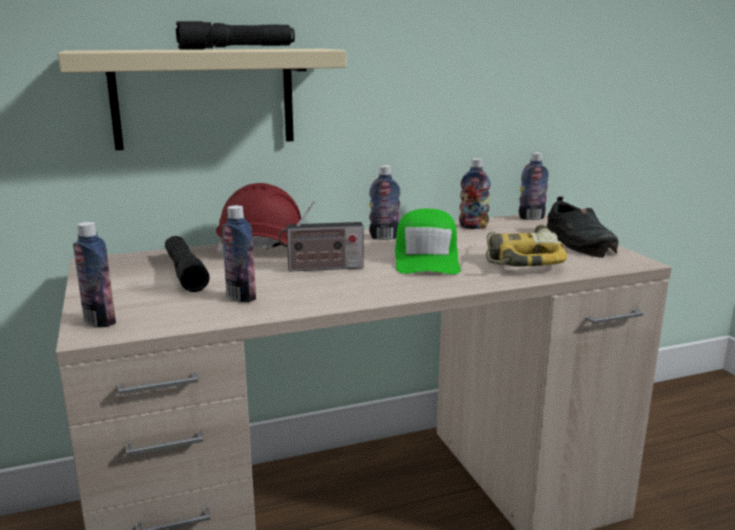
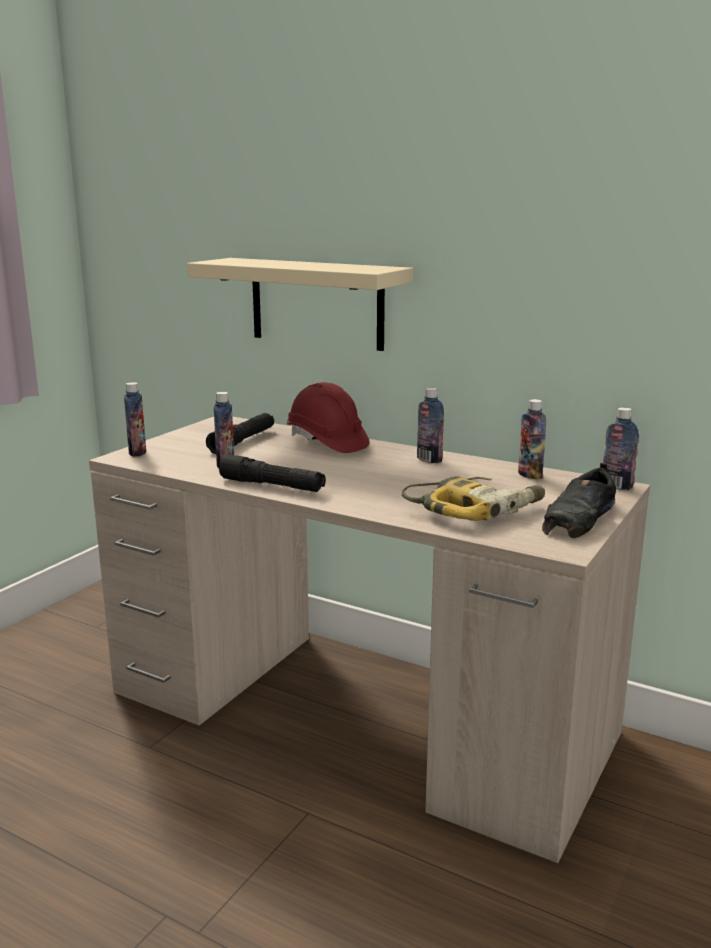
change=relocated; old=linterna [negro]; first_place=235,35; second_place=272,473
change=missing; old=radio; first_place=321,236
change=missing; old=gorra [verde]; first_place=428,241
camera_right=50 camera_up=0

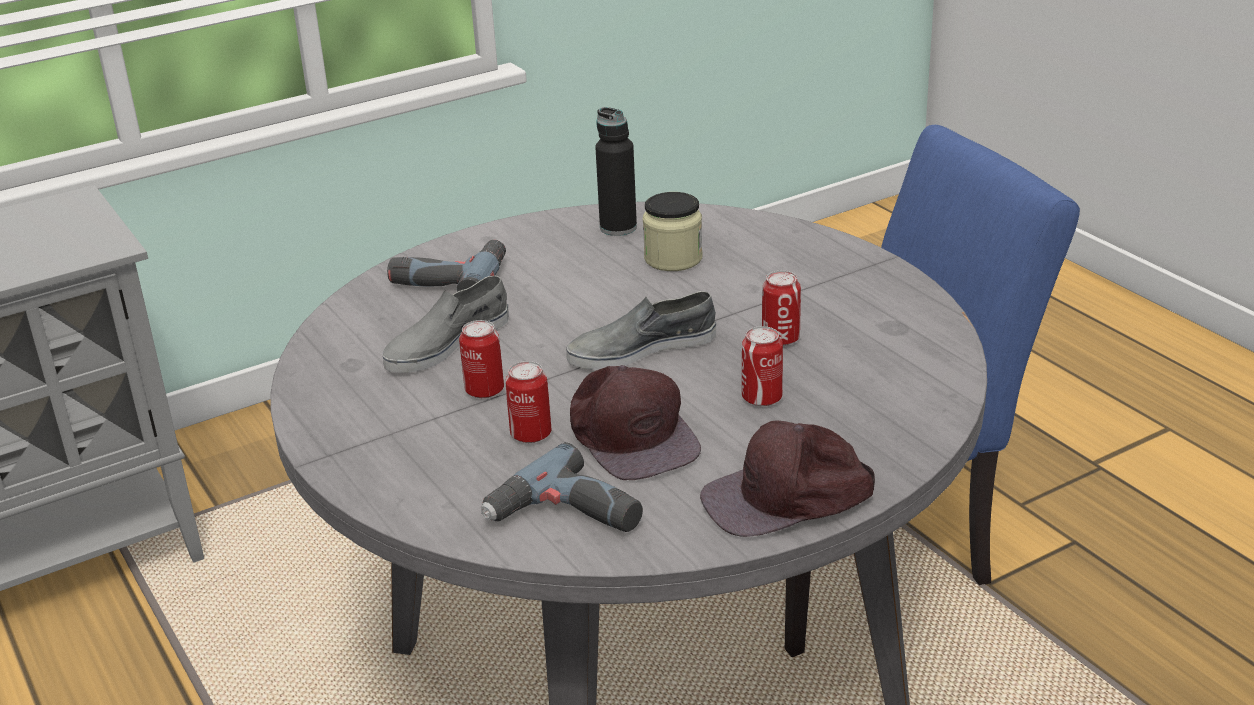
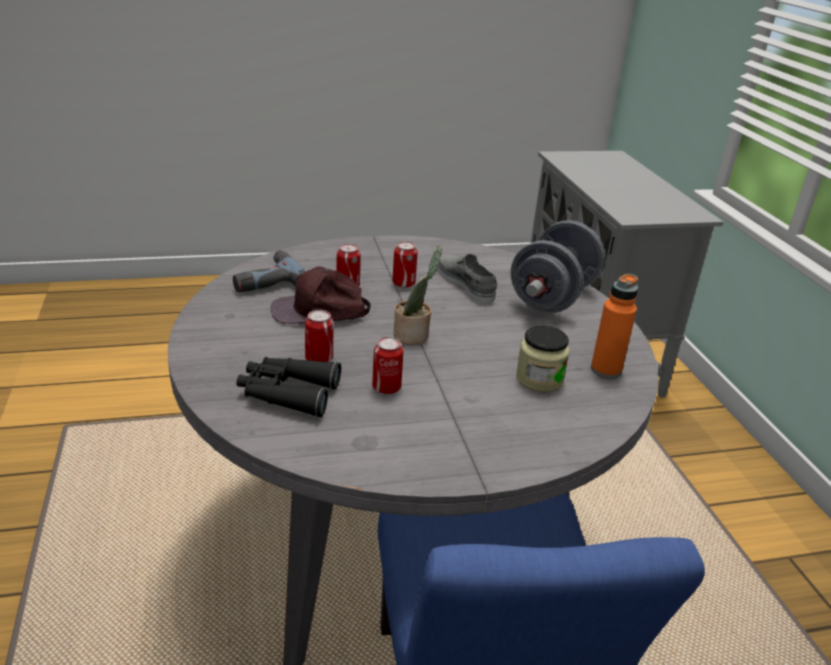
change=colour; old=botella [negro]; new=botella [naranja]; first_place=616,171; second_place=614,326
change=exchanged; old=taladro; new=mancuerna [gris]; first_place=446,266; second_place=557,266
change=exchanged; old=zapato [gris]; new=planta en maceta; first_place=641,330; second_place=418,295
change=missing; old=gorra [marrón]; first_place=787,478
change=appeared; new=prismáticos [negro]; second_place=289,387
camera_right=105 camera_up=0

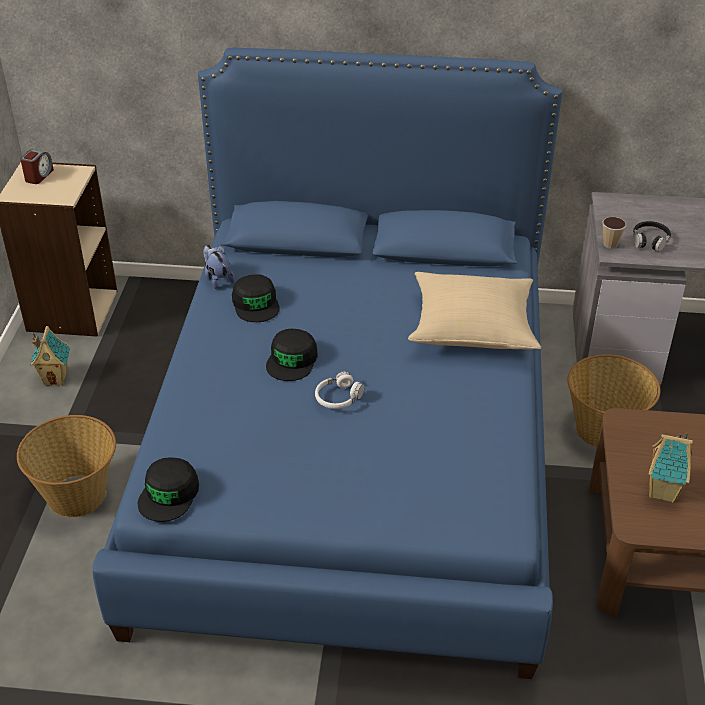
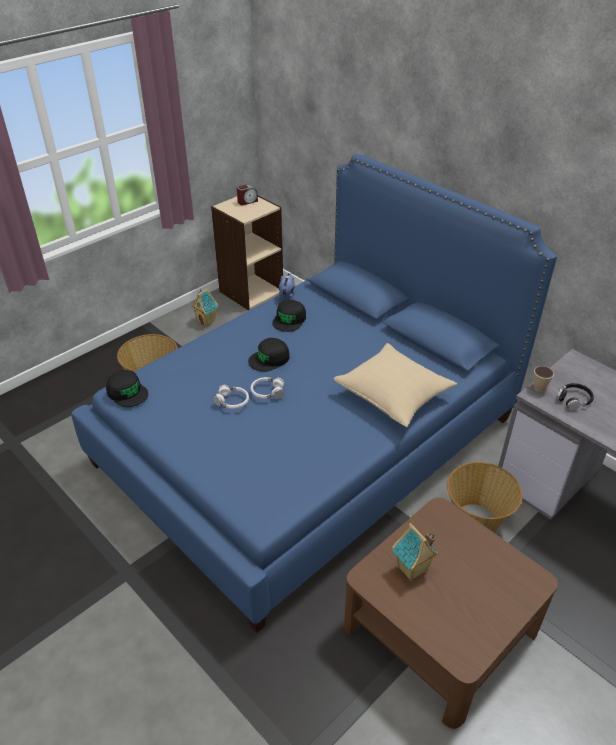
change=spun; old=gorra [negro]; first_place=168,489; second_place=127,388; degrees=-105
change=appeared; new=auriculares [blanco]; second_place=231,396
camera_right=40 camera_up=0

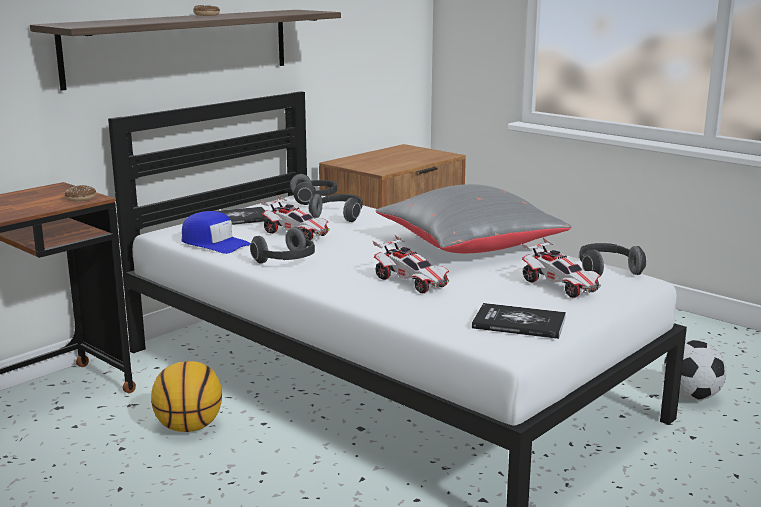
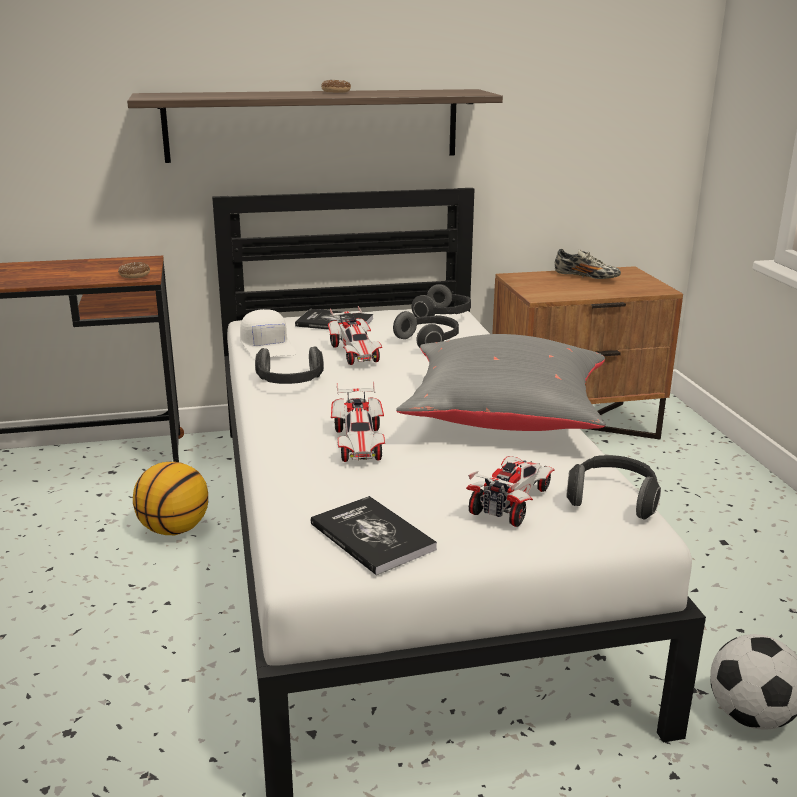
change=colour; old=gorra [azul]; new=gorra [blanco]; first_place=216,232; second_place=268,334
change=spun; old=coche de juguete; first_place=561,268; second_place=510,491; degrees=-150
change=appeared; new=zapato; second_place=588,264
camera_right=35 camera_up=5

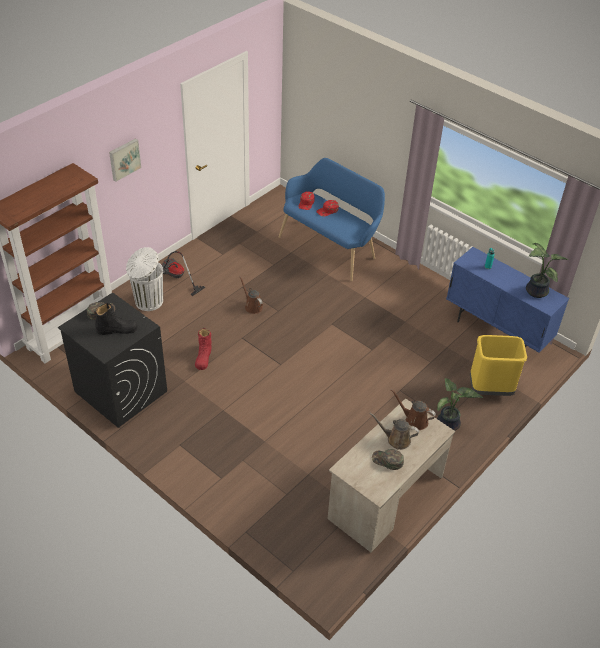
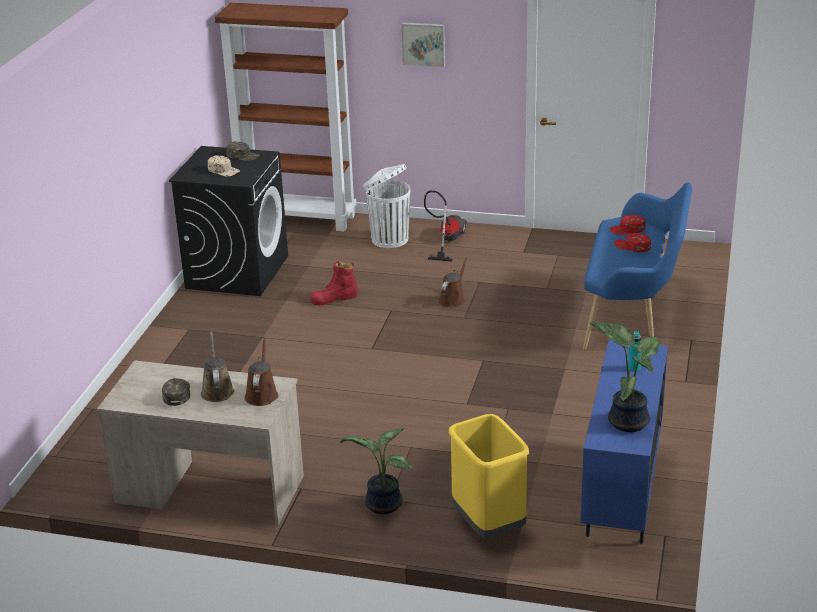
change=exchanged; old=bota [negro]; new=gorra [beis]; first_place=116,319; second_place=224,166
camera_right=65 camera_up=-15

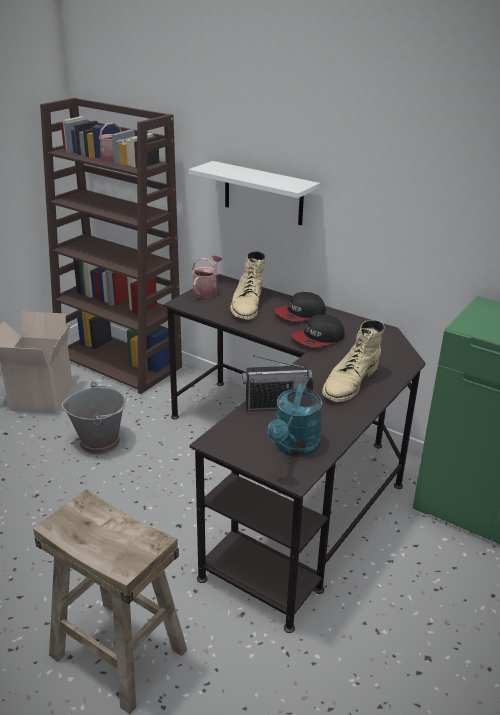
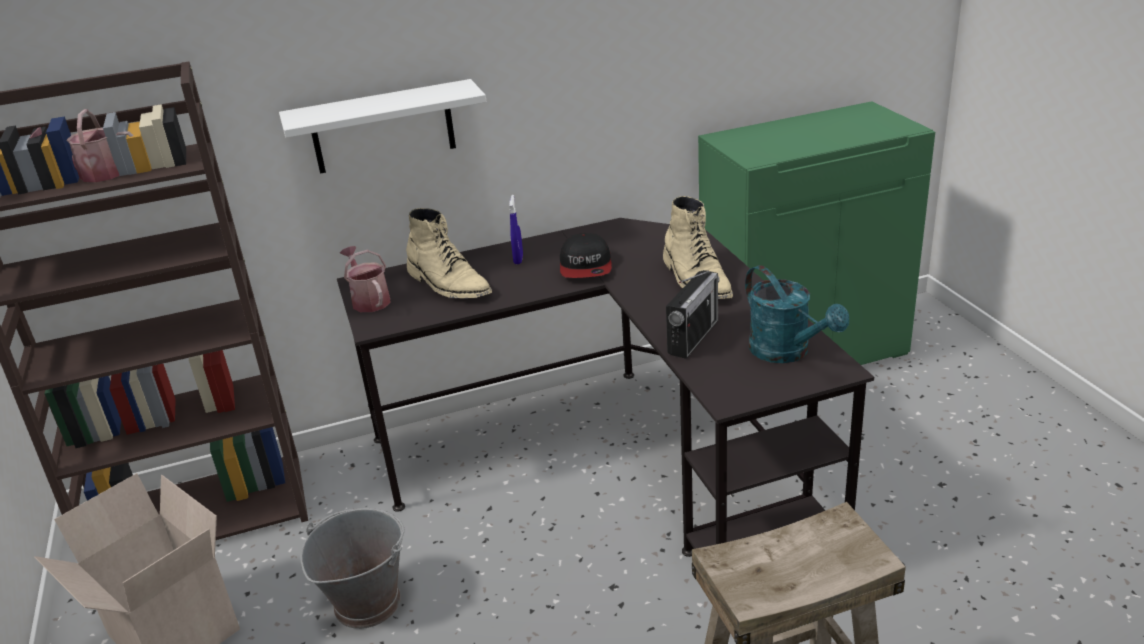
change=exchanged; old=gorra; new=pulverizador [azul]; first_place=300,306; second_place=516,229
camera_right=-50 camera_up=0

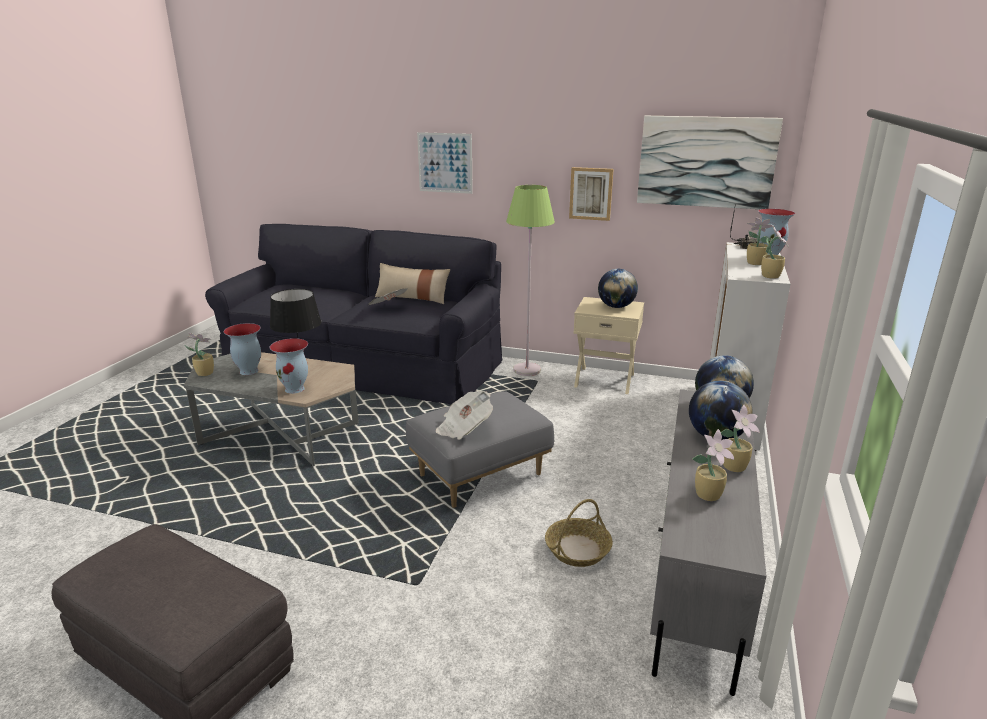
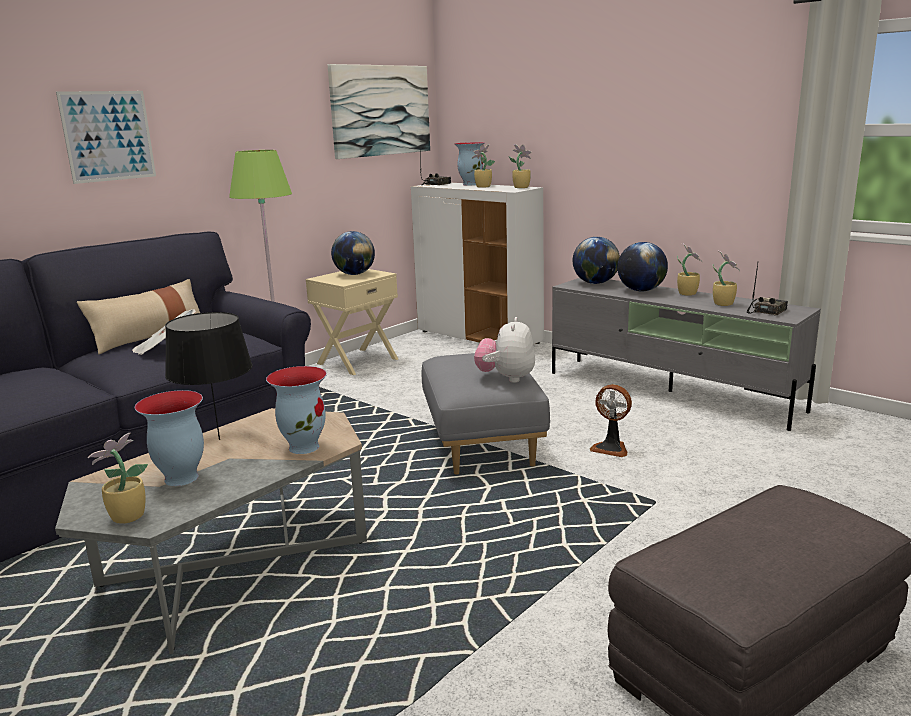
change=missing; old=cuadro; first_place=591,194
change=exchanged; old=periódico; new=peluche; first_place=464,415; second_place=504,350
change=missing; old=cesta; first_place=579,533
change=appeared; new=radio; second_place=767,289
change=appeared; new=ventilador; second_place=611,420
camera_right=-65 camera_up=-5

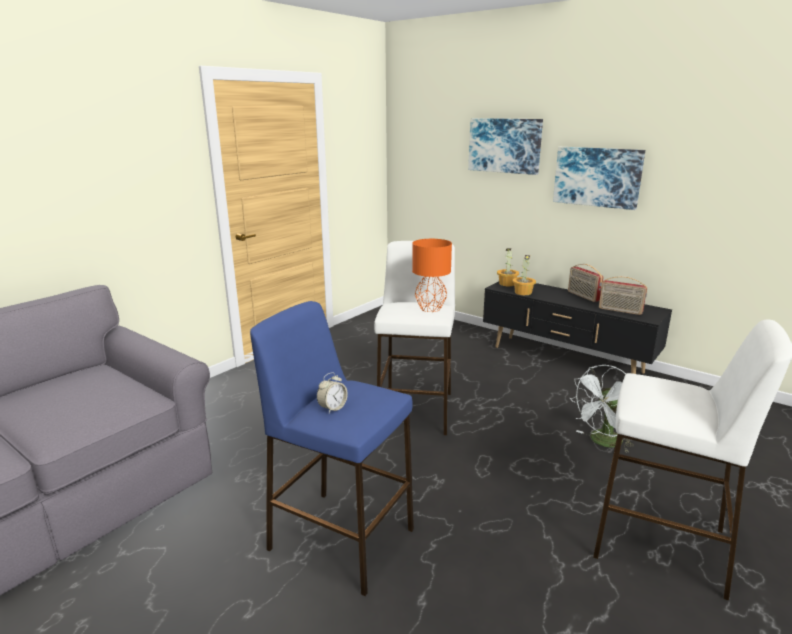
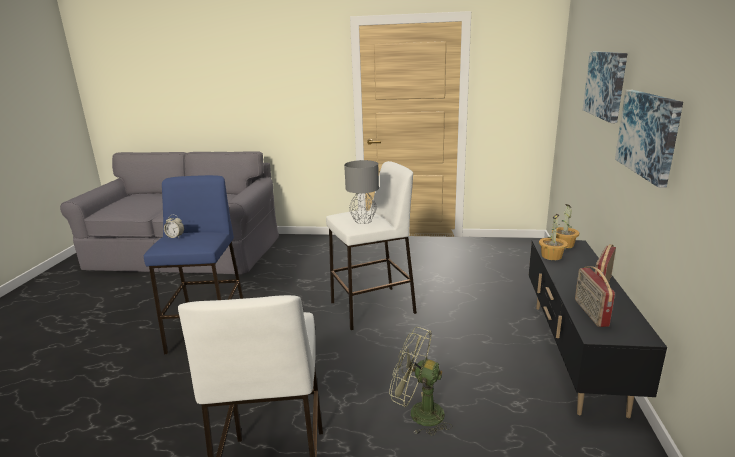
change=colour; old=lámpara de mesa [naranja]; new=lámpara de mesa [gris]; first_place=432,275; second_place=361,192
change=colour; old=ventilador [blanco]; new=ventilador [verde]; first_place=602,409; second_place=420,381
camera_right=60 camera_up=0

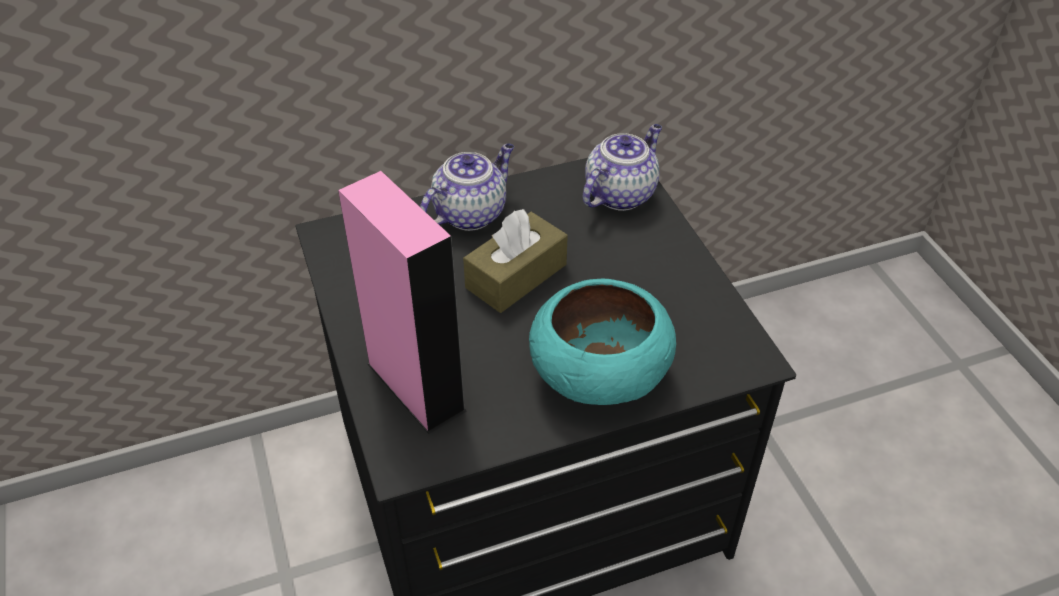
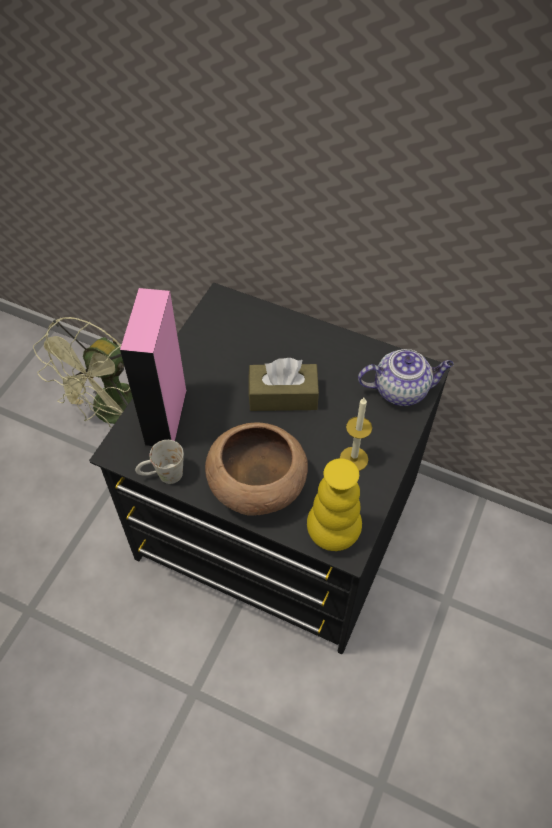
change=missing; old=tetera; first_place=467,187
change=colour; old=cuenco [turquesa]; new=cuenco [marrón]; first_place=602,341; second_place=256,469
change=appeared; new=ventilador [verde]; second_place=83,372
change=appeared; new=vela; second_place=356,434
change=appeared; new=taza grande [blanco]; second_place=159,462
change=appeared; new=florero [amarillo]; second_place=334,504
camera_right=45 camera_up=10

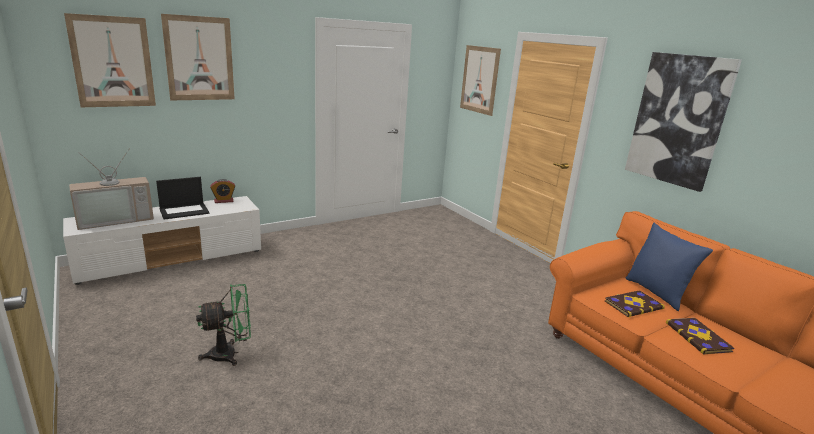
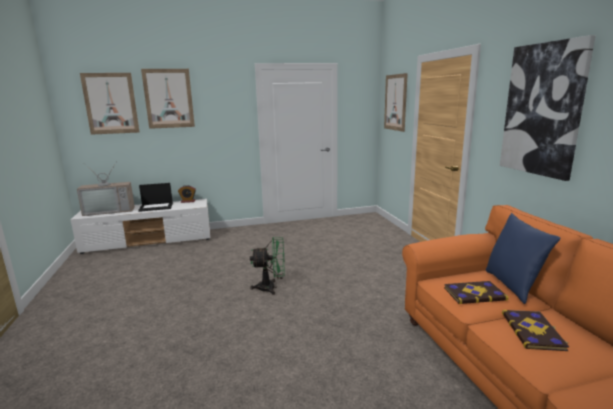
change=relocated; old=ventilador [verde]; first_place=223,325; second_place=267,266
camera_right=20 camera_up=-5

